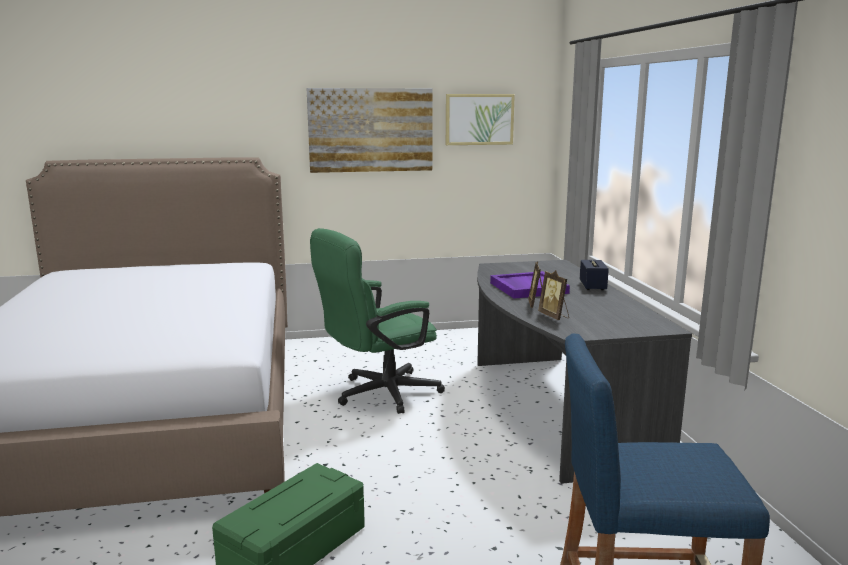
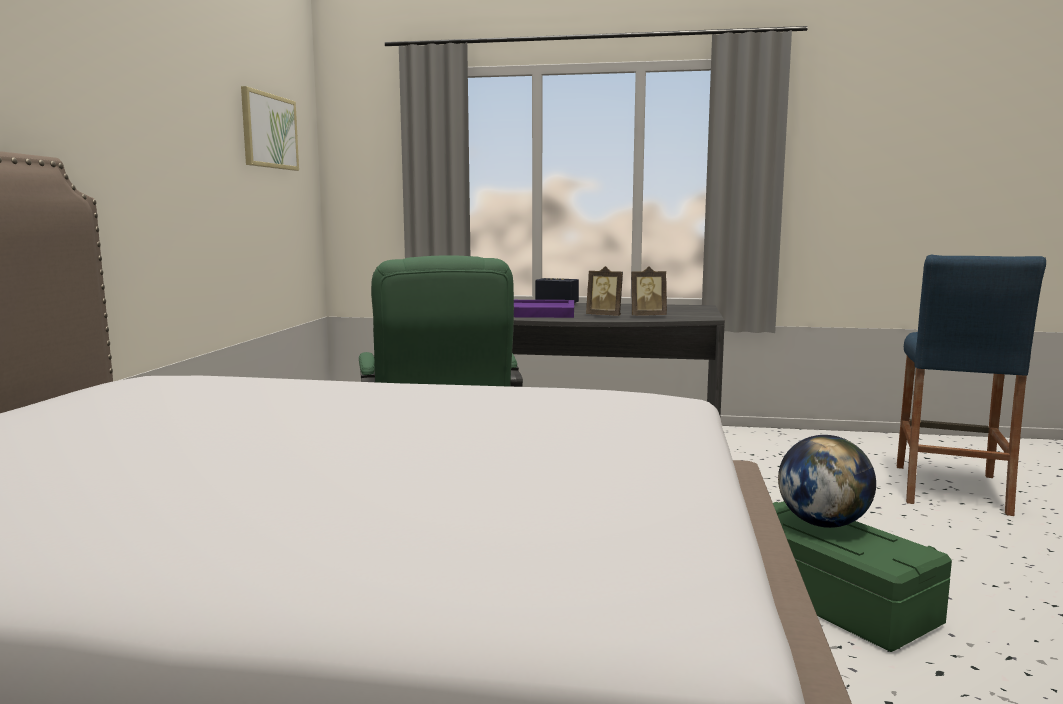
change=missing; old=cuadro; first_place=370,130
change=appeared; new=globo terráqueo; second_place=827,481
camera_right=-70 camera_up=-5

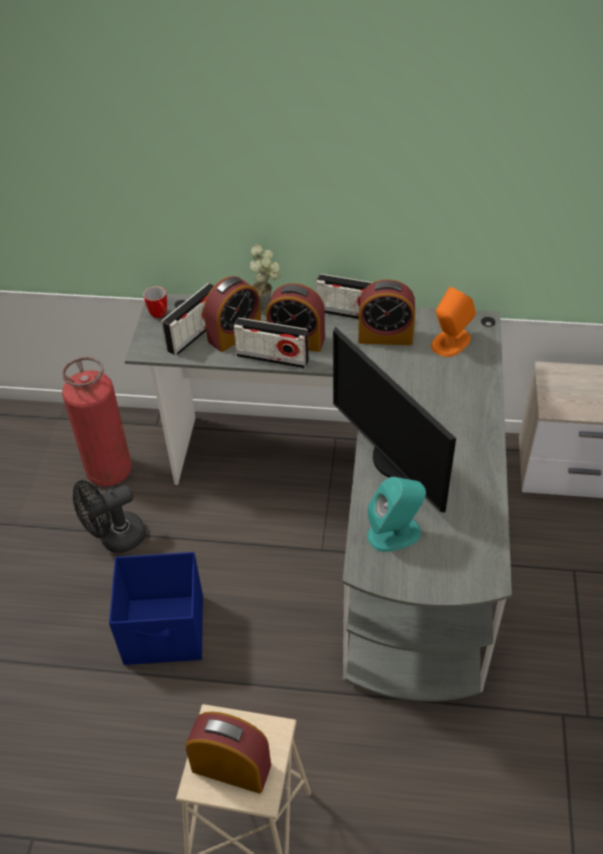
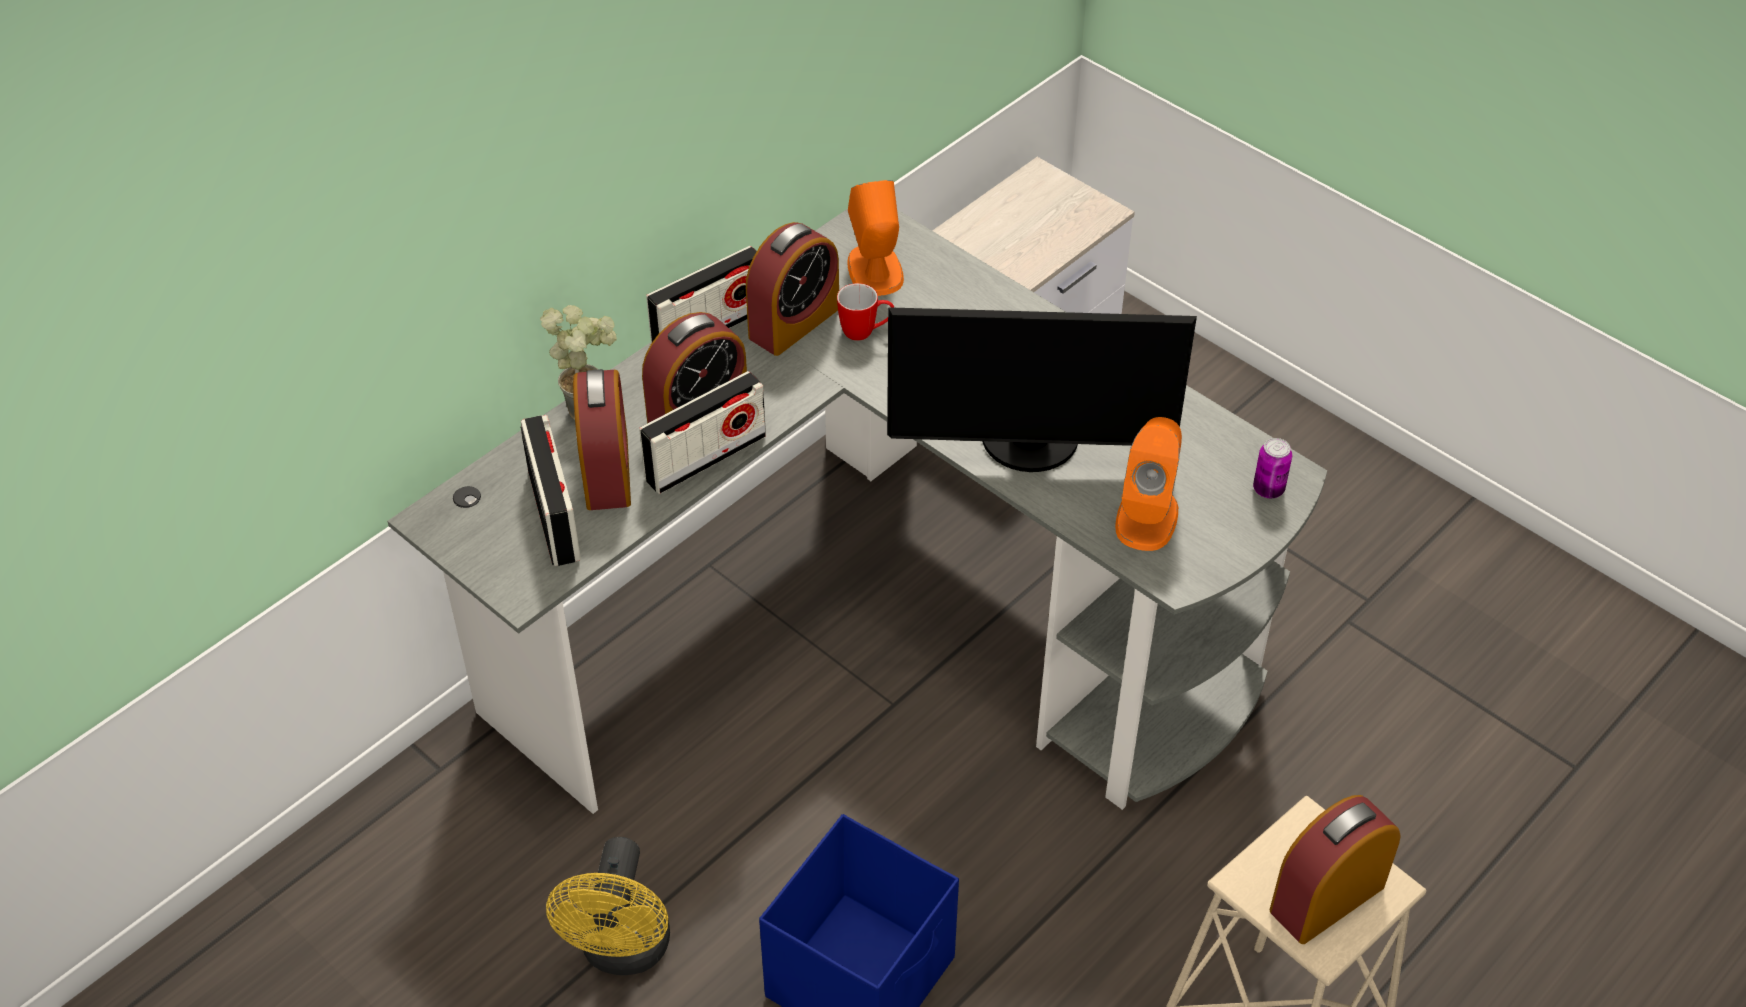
change=relocated; old=taza grande; first_place=155,302; second_place=865,312
change=missing; old=extintor; first_place=97,421
change=colour; old=altavoz [turquesa]; new=altavoz [naranja]; first_place=396,514; second_place=1148,484
change=colour; old=ventilador [negro]; new=ventilador [amarillo]; first_place=109,516; second_place=608,906
change=appeared; new=lata; second_place=1272,468
camera_right=-55 camera_up=0

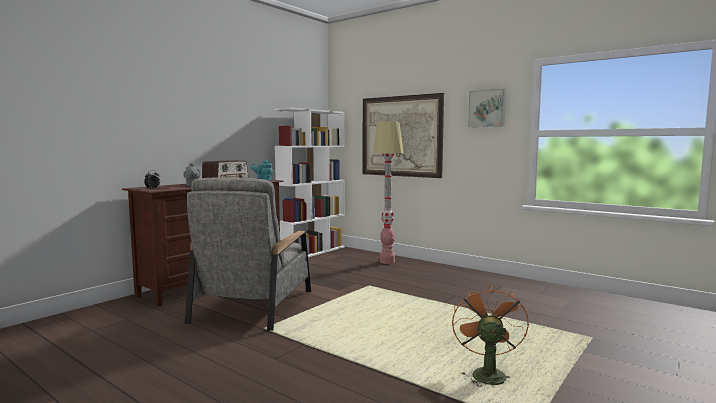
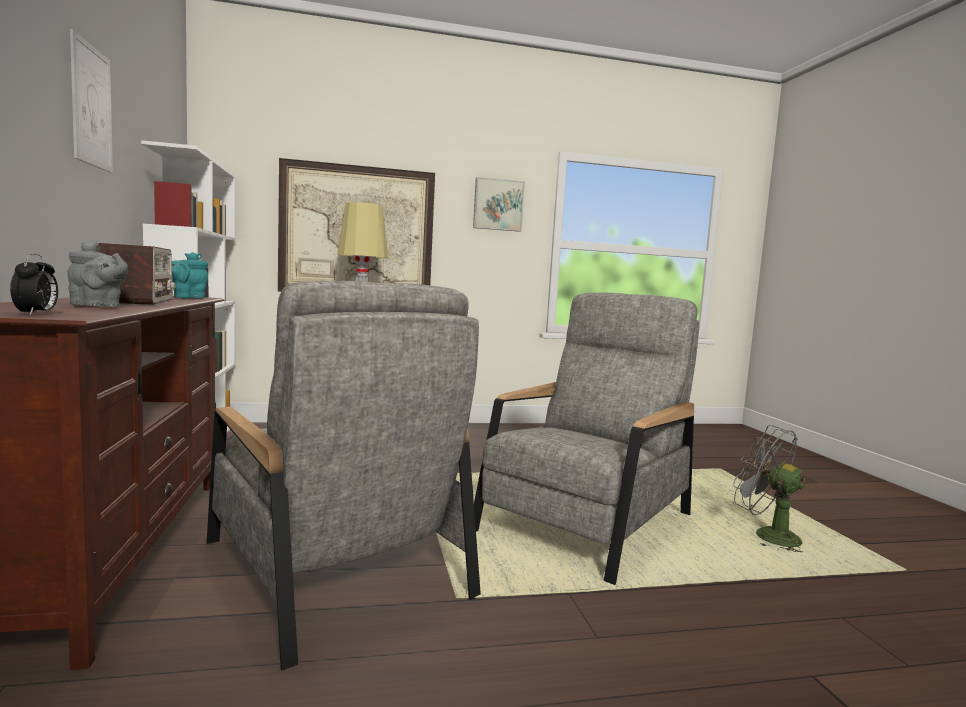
change=colour; old=ventilador [naranja]; new=ventilador [gris]; first_place=490,336; second_place=769,489
change=appeared; new=cuadro; second_place=91,101
change=appeared; new=sillón [gris]; second_place=586,439
camera_right=-50 camera_up=0

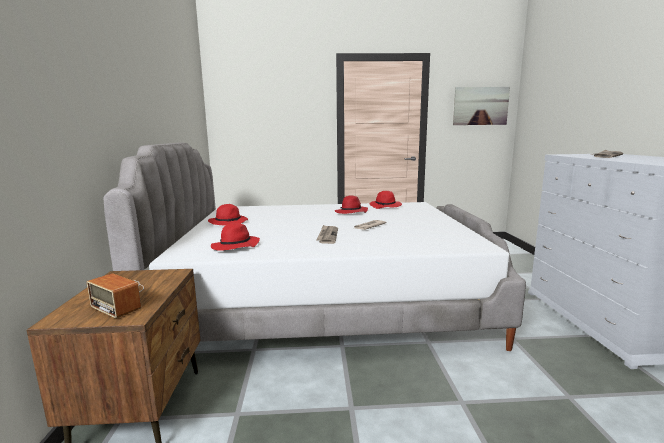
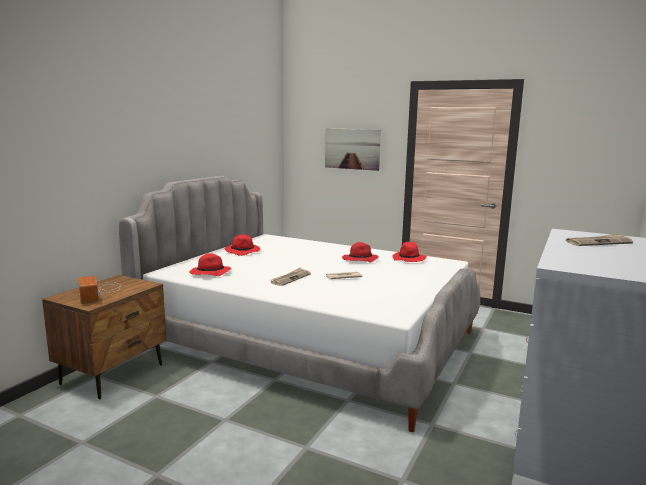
change=relocated; old=cuadro; first_place=481,106; second_place=353,149
camera_right=30 camera_up=0

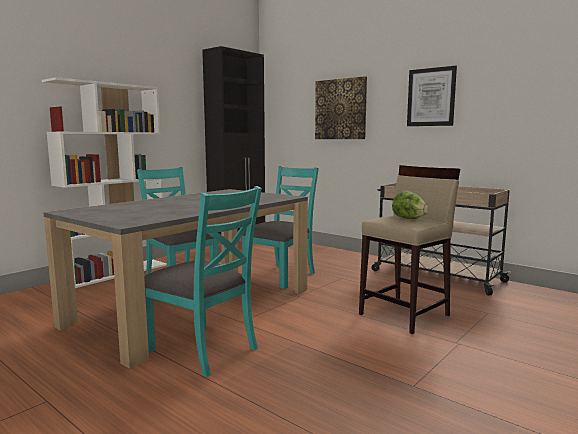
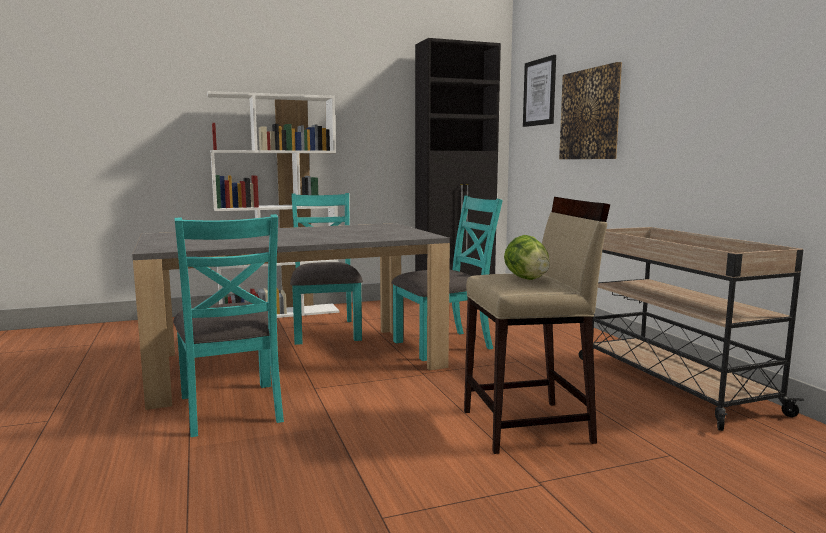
change=relocated; old=cuadro; first_place=432,96; second_place=539,91
camera_right=30 camera_up=0

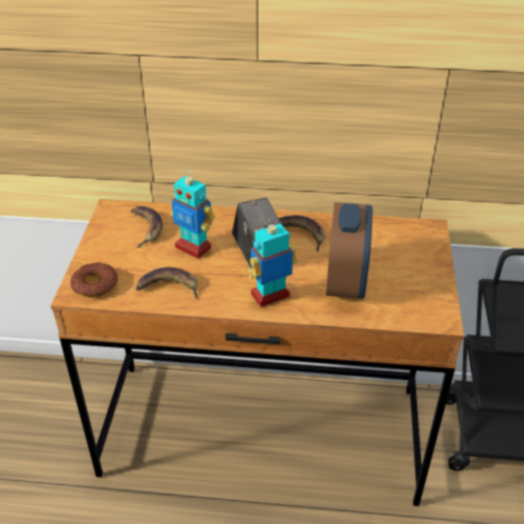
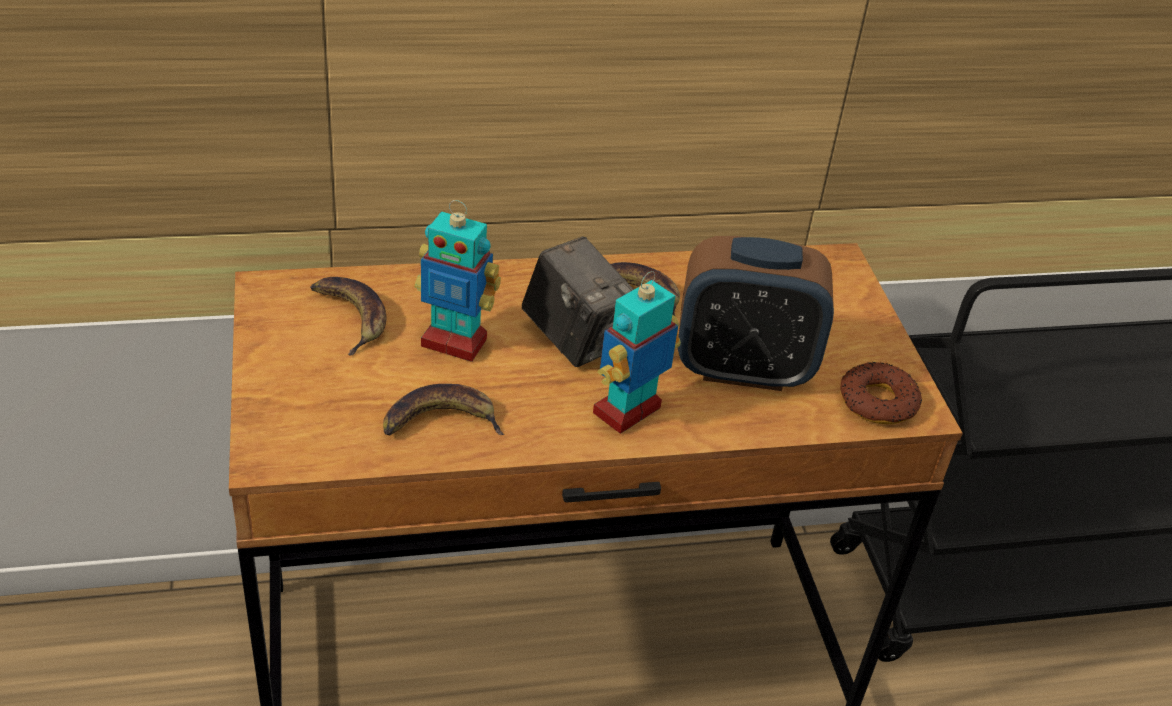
change=spun; old=despertador; first_place=349,250; second_place=756,313; degrees=105
change=relocated; old=rosquilla; first_place=94,280; second_place=881,393
camera_right=-20 camera_up=0

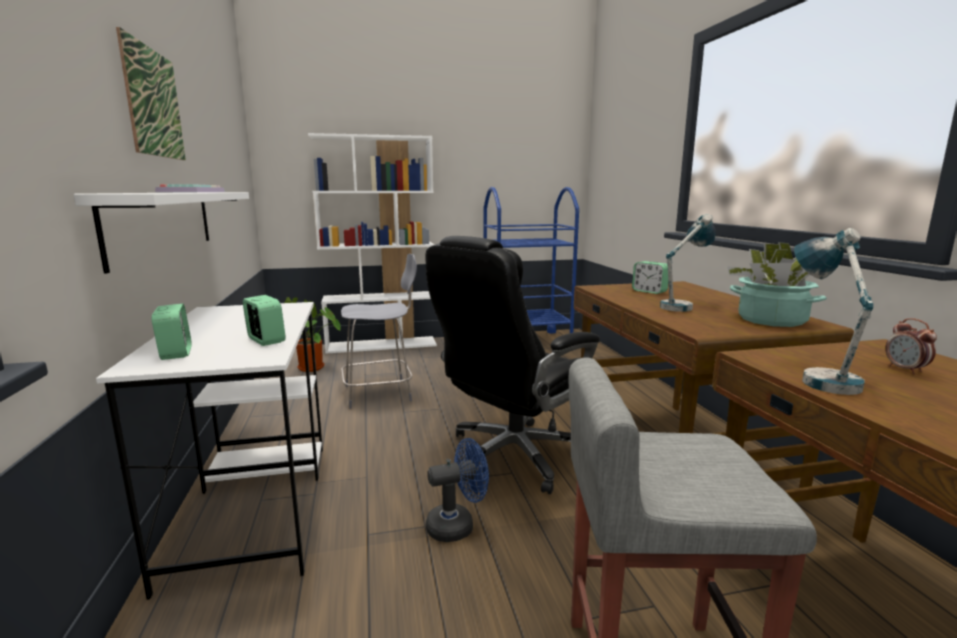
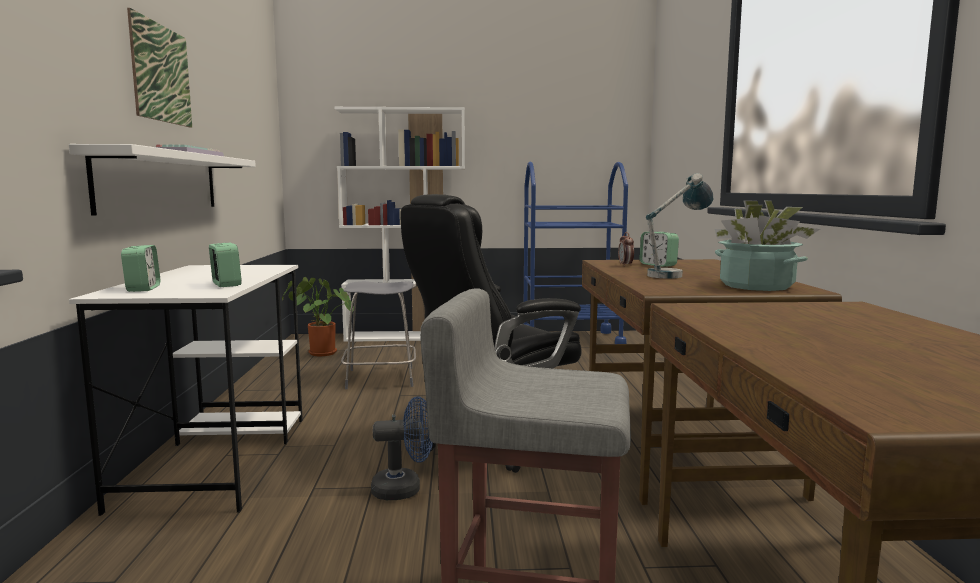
change=missing; old=lámpara de mesa; first_place=833,311
change=relocated; old=despertador; first_place=911,346; second_place=626,249
camera_right=10 camera_up=-5

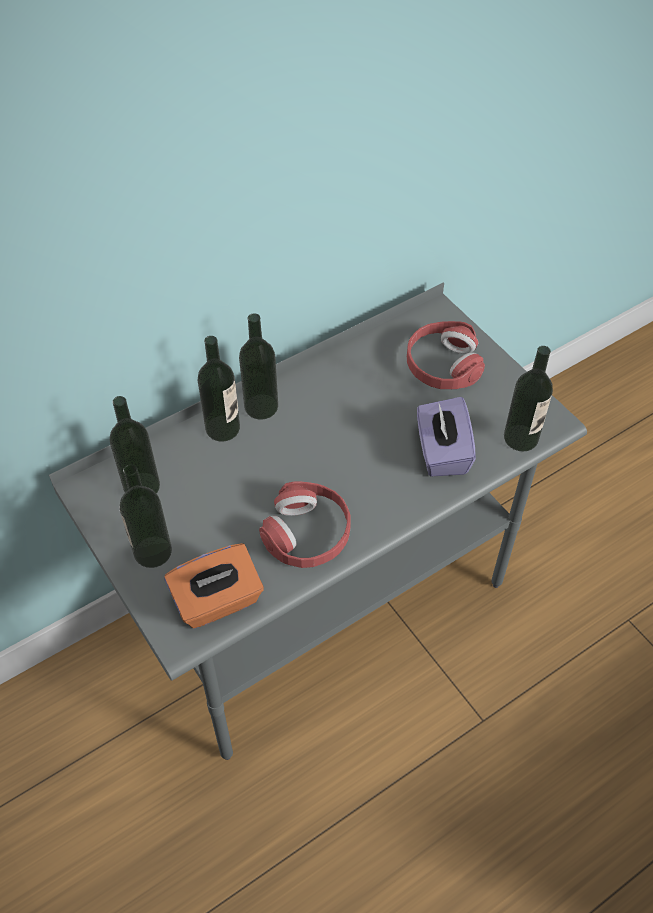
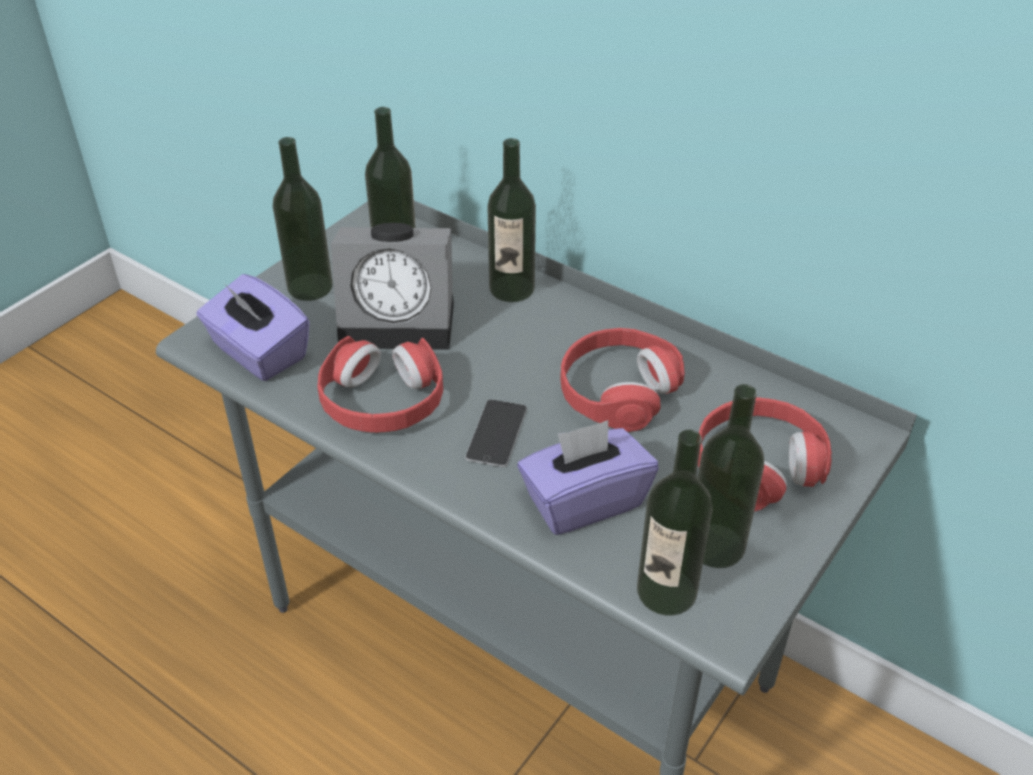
change=relocated; old=botella; first_place=258,366; second_place=730,476
change=colour; old=caja de pañuelos [naranja]; new=caja de pañuelos [morado]; first_place=214,586; second_place=253,327
change=appeared; new=despertador; second_place=392,286
change=appeared; new=auriculares [rojo]; second_place=622,380
change=appeared; new=móvil; second_place=496,433
camera_right=70 camera_up=-10

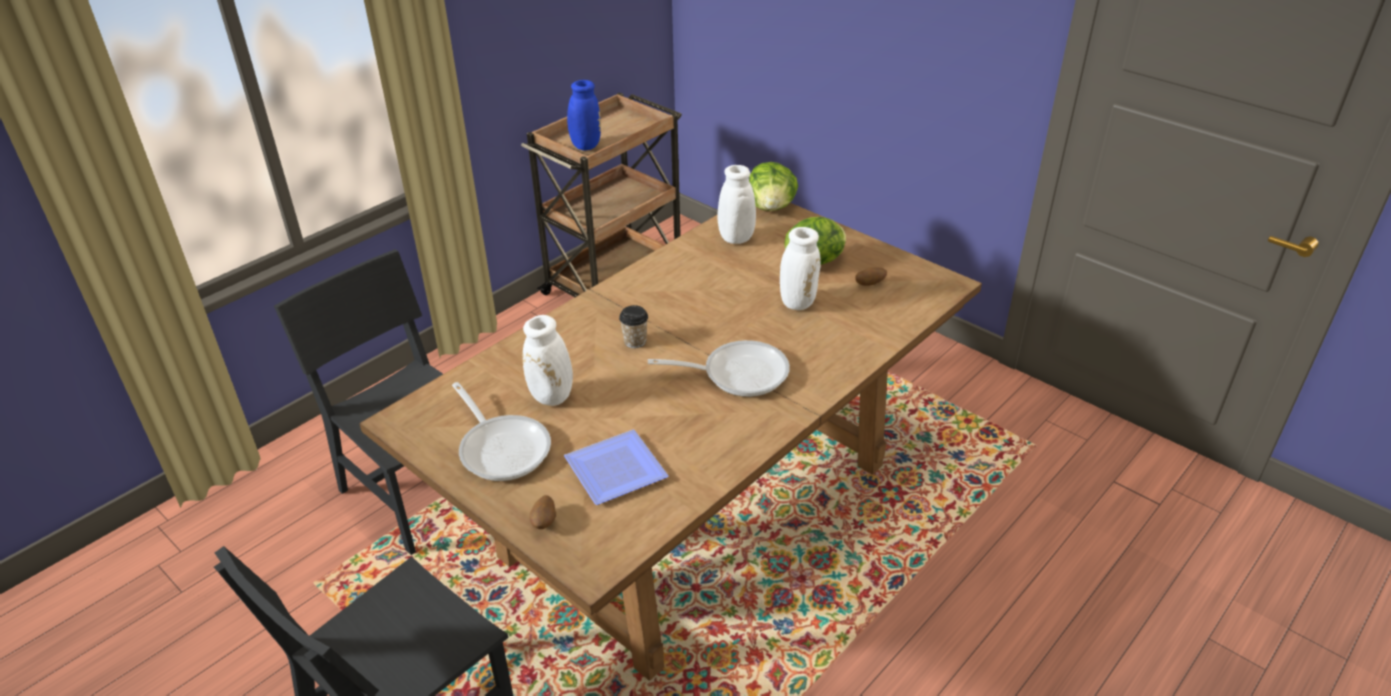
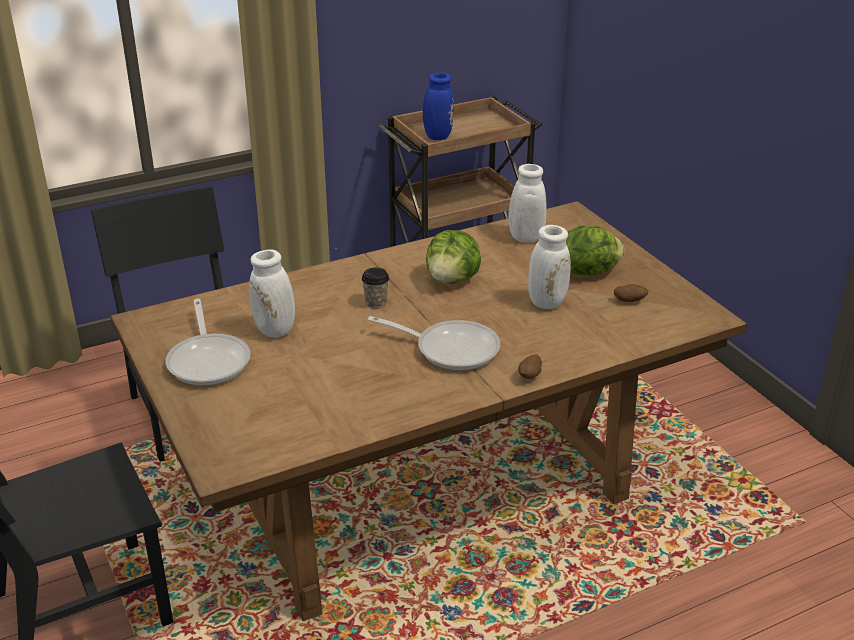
change=relocated; old=lechuga; first_place=773,186; second_place=453,257
change=missing; old=plato; first_place=616,467
change=relocated; old=patata; first_place=542,512; second_place=530,366
camera_right=20 camera_up=-5

